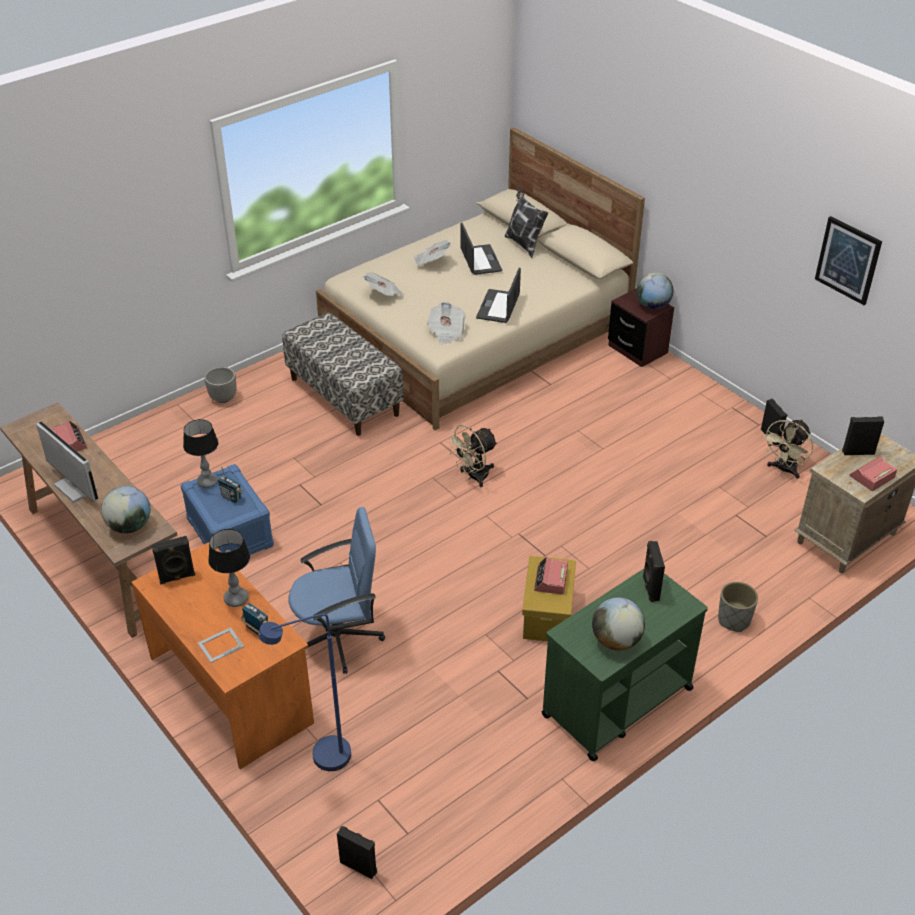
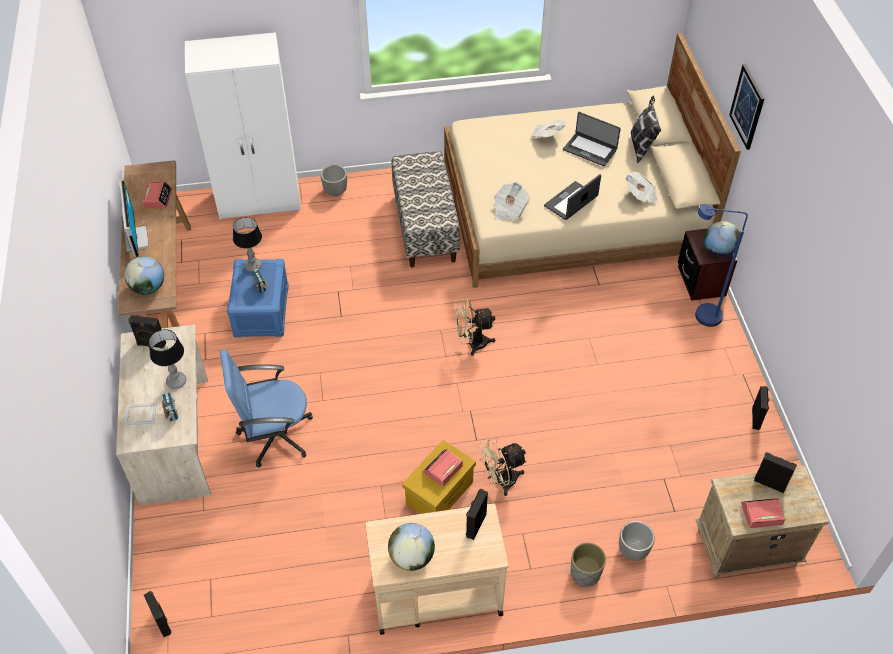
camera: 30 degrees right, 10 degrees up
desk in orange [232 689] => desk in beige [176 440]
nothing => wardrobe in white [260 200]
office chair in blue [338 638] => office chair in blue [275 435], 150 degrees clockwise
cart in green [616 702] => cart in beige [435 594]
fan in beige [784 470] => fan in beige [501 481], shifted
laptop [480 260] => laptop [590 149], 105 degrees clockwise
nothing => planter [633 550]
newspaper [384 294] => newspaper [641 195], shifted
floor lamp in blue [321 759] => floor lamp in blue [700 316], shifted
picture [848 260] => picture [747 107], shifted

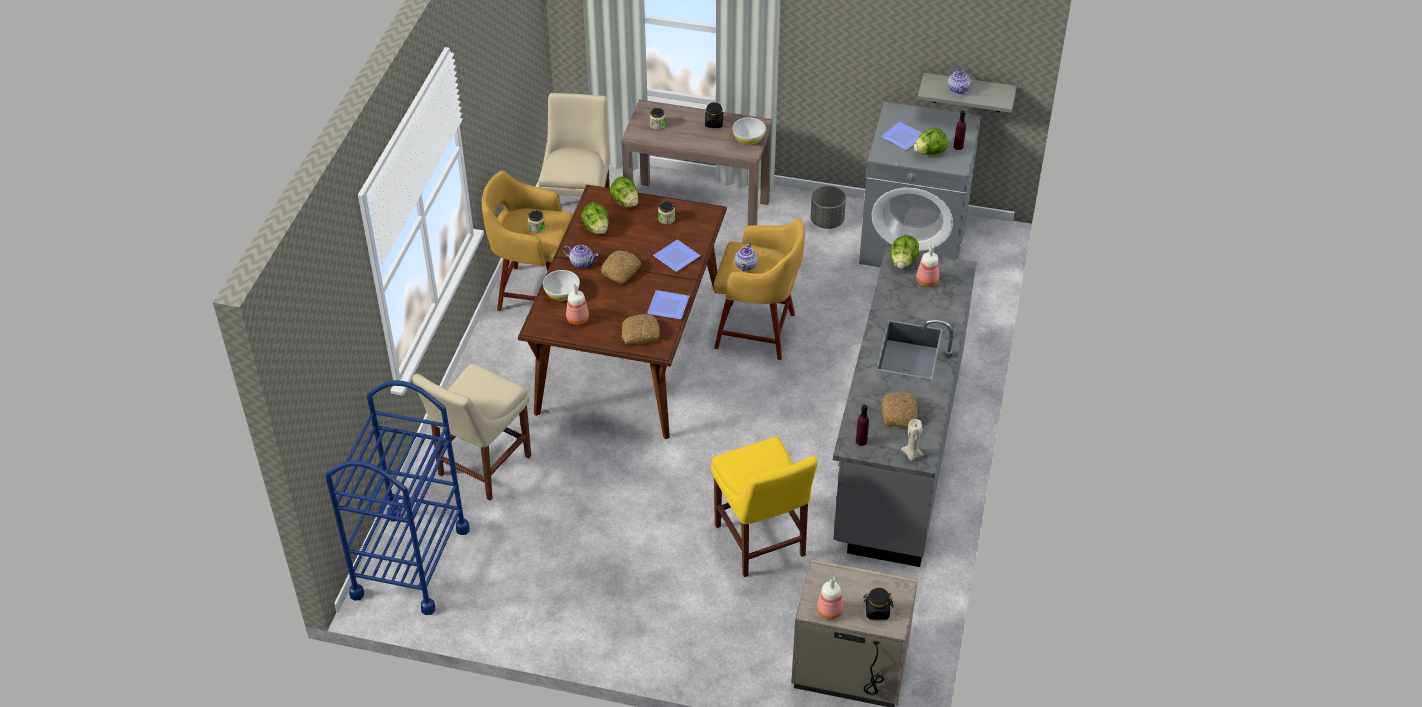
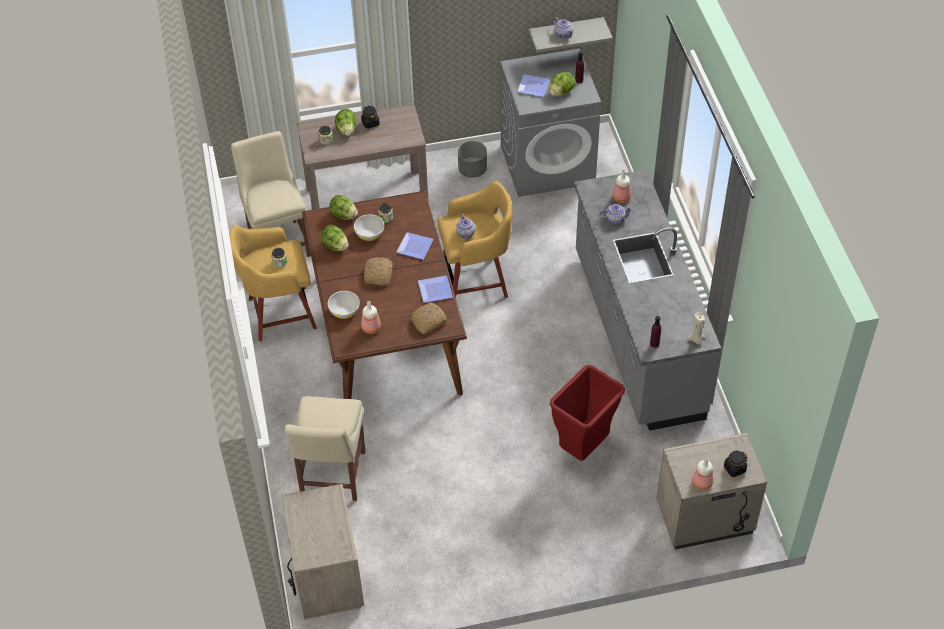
camera: 25 degrees left, 5 degrees up
cart in blue [410 562] => nightstand in beige [326 577]
lettuce [903 262] => lettuce [346 130], shifted
bowl in white [749 139] => bowl in white [370 234], shifted
chair in yellow [761 544] => trash can in red [583 449]
teapot [581 263] => teapot [615 219], shifted
bread [899 415] => nothing

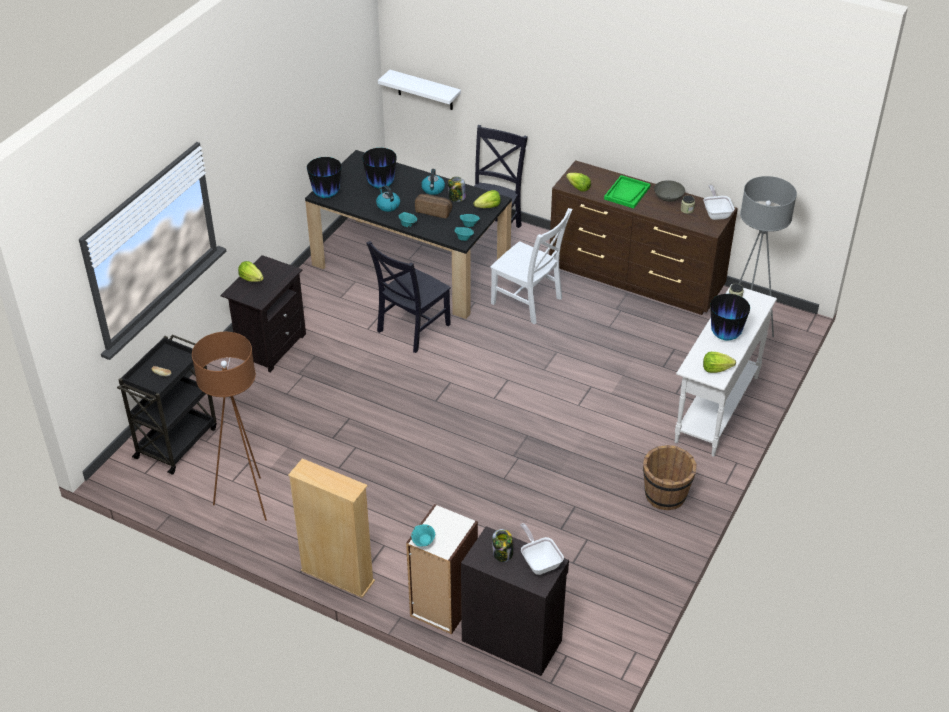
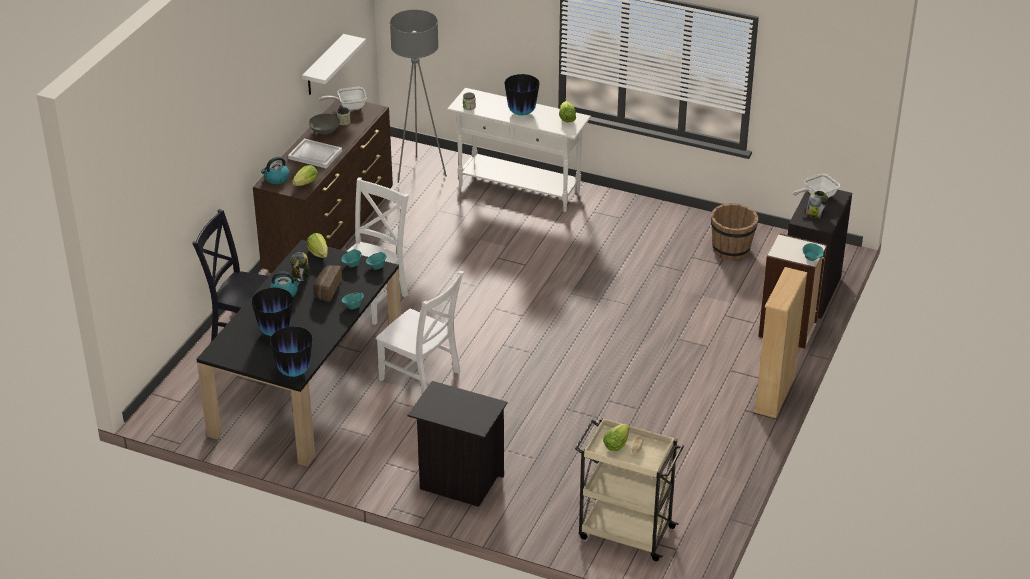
camera: 95 degrees left, 5 degrees down
kettle [387 205] => kettle [276 178], shifted
tray in green [627 193] => tray in white [315 155]
shelf in white [425 90] => shelf in white [323 66], shifted
chair in black [411 329] => chair in white [422 377]
cart in black [177 441] => cart in beige [624 532]
lettuce [251 278] => lettuce [616 444], shifted
bucket in brown [665 496] => bucket in brown [731 250], shifted
floor lamp in brown [246 501] => nothing

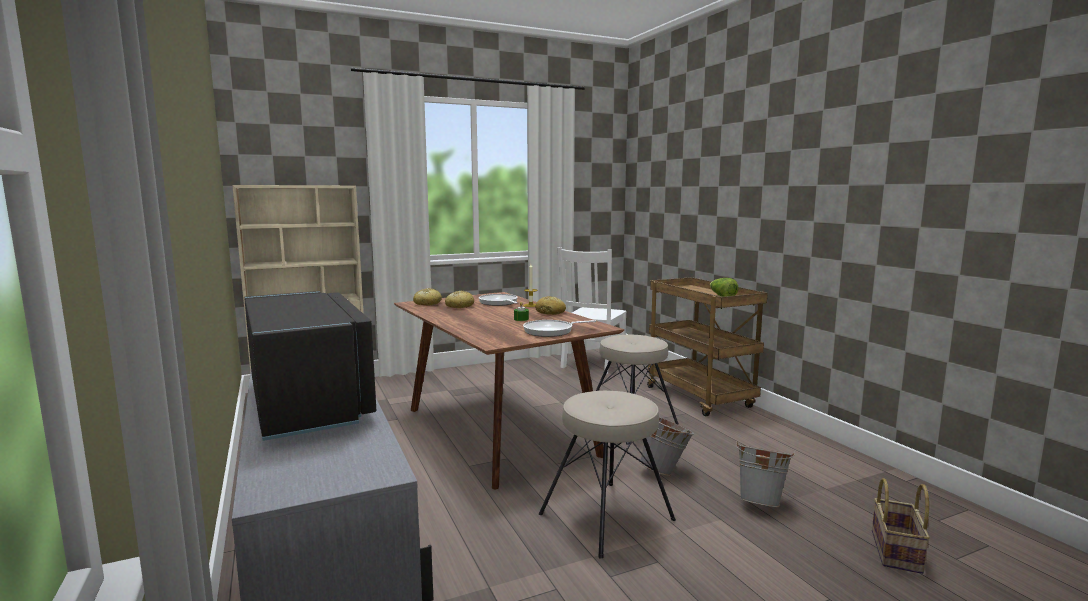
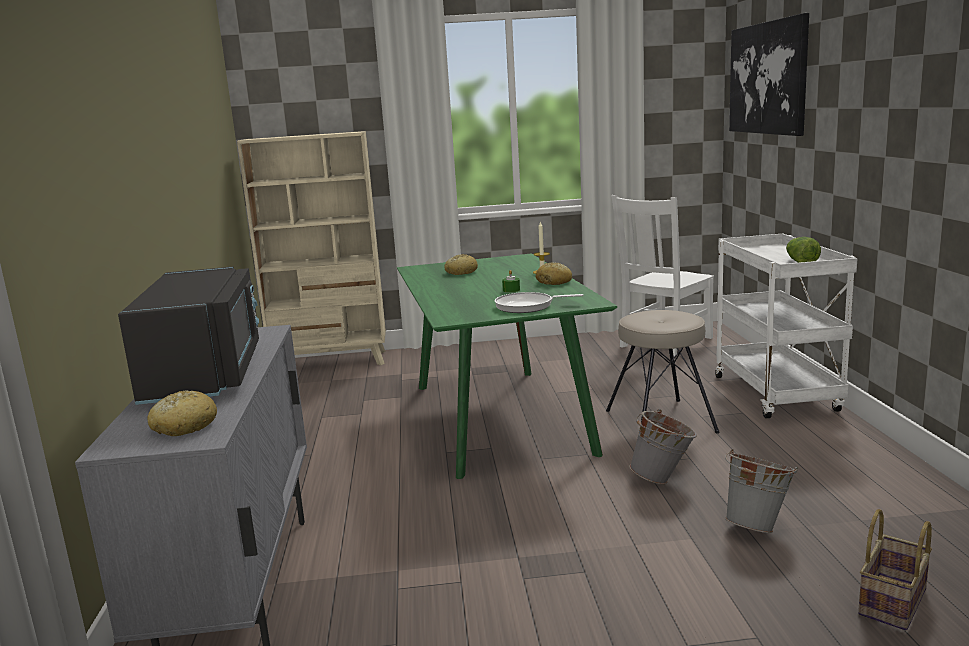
camera: 20 degrees right, 5 degrees up
bread [427 303] => bread [184 426], shifted
dining table in brown [500 431] => dining table in green [501 418]
cart in brown [701 398] => cart in white [778 395]
nothing => picture [767 78]
frying pan [499 303] => nothing
stool in beige [607 517] => nothing

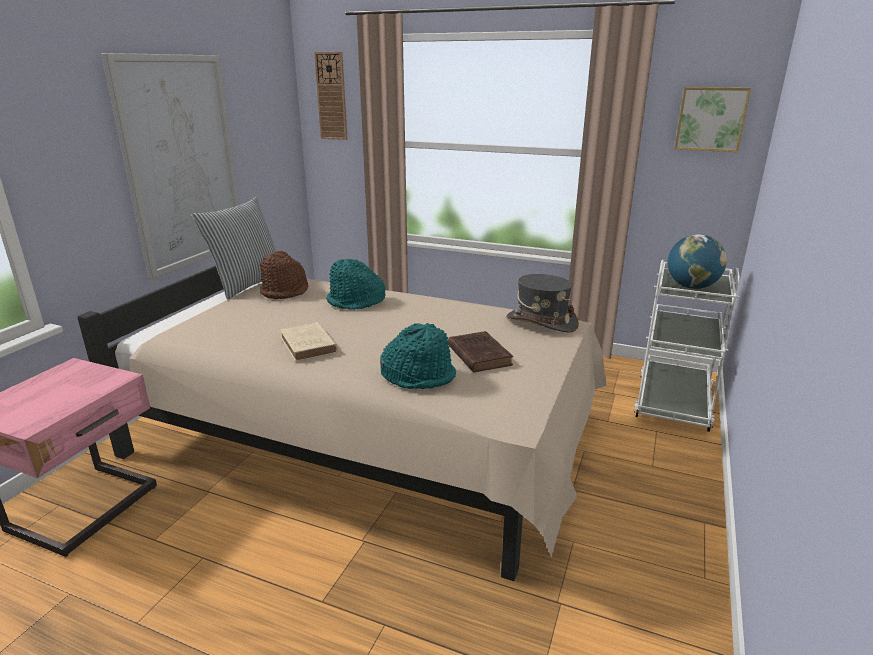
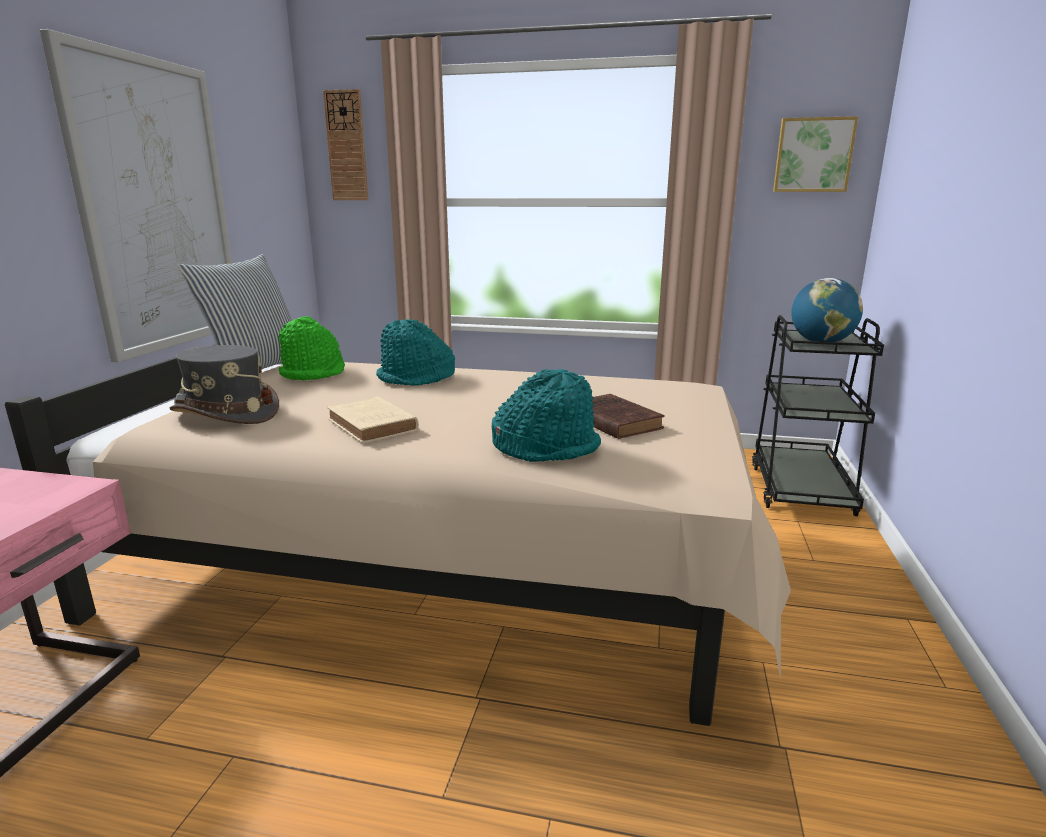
camera: 10 degrees left, 5 degrees down
hat in grey [541 322] => hat in grey [226 414], shifted
hat in brown [285 291] => hat in green [313 373]
cart in white [673 402] => cart in black [800 489]

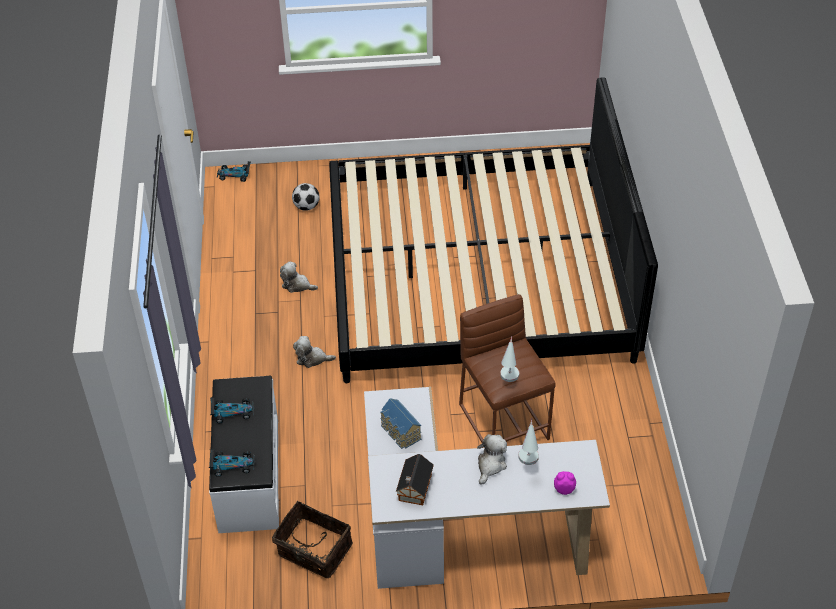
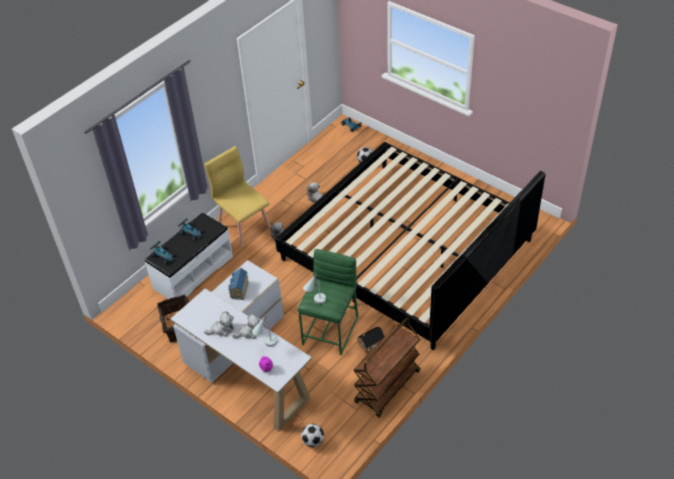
camera: 45 degrees right, 0 degrees up
nothing => chair in yellow [244 226]
nothing => plush toy [222 329]
stool in brown [504 420] => stool in green [331 330]
nothing => football [313 441]
nothing => cart in brown [387 387]
toy house [414 489] => toy house [370 343], shifted

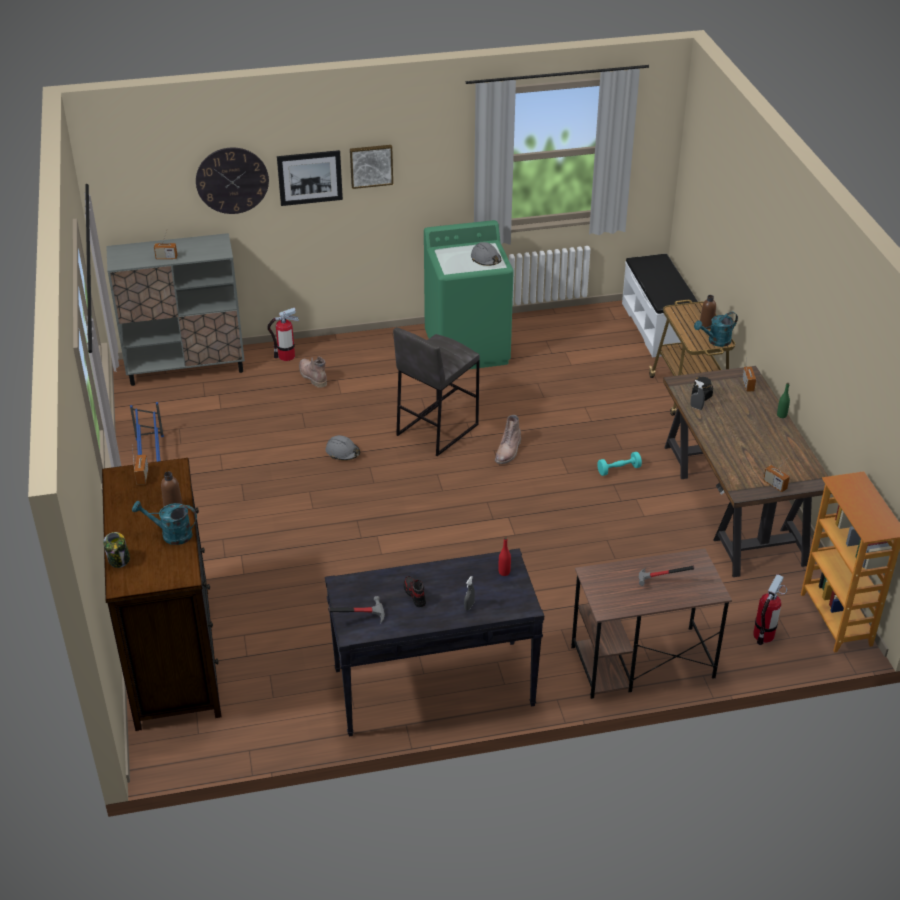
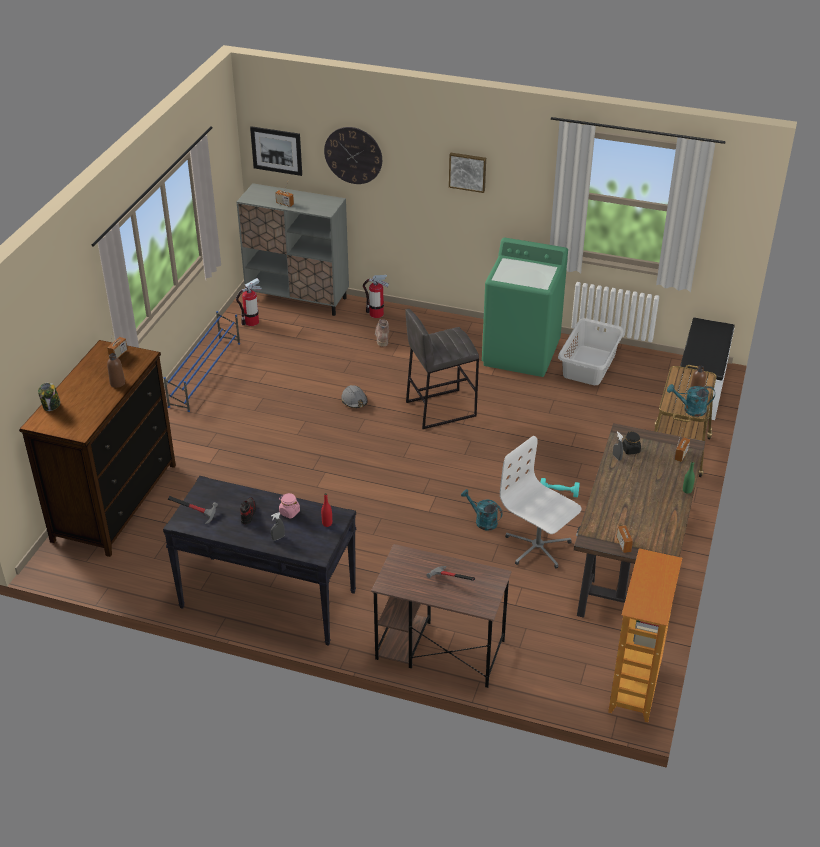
camera: 30 degrees right, 0 degrees up
fire extinguisher [763 635] => fire extinguisher [251 322], shifted
picture [310 177] => picture [276 150], shifted
nothing => jar in pink [289 512]
watering can in turquoise [171 535] => watering can in turquoise [482 521], shifted
nothing => office chair in white [537 547]
nothing => laundry basket in grey [589 365]
hard hat in grey [486 260] => nothing
boot in brown [508 451] => nothing

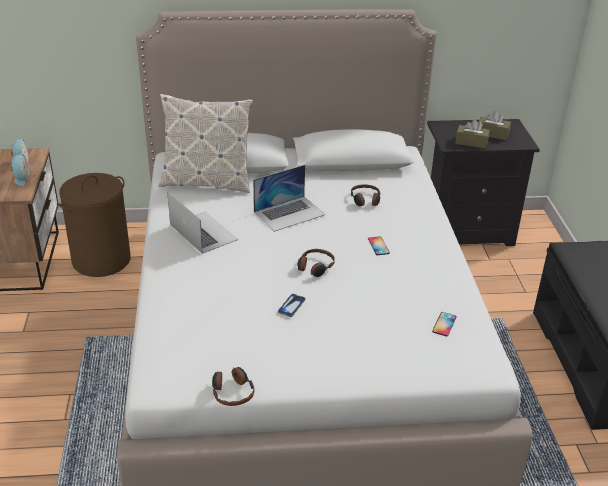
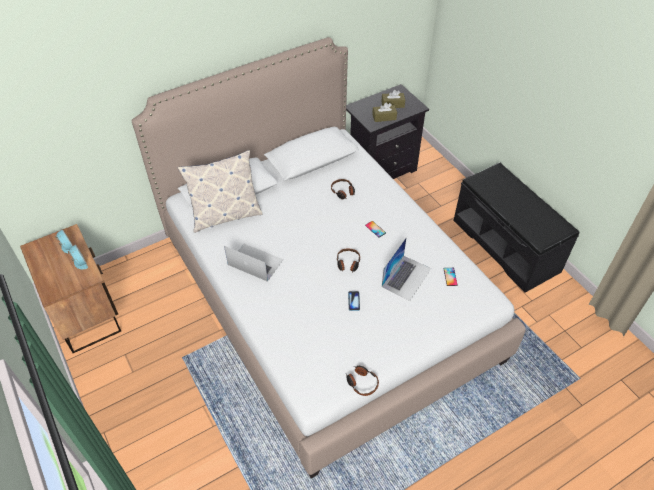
camera: 25 degrees left, 15 degrees up
laptop [289 213] => laptop [406 277], shifted
laundry basket in brown [102 260] => nothing

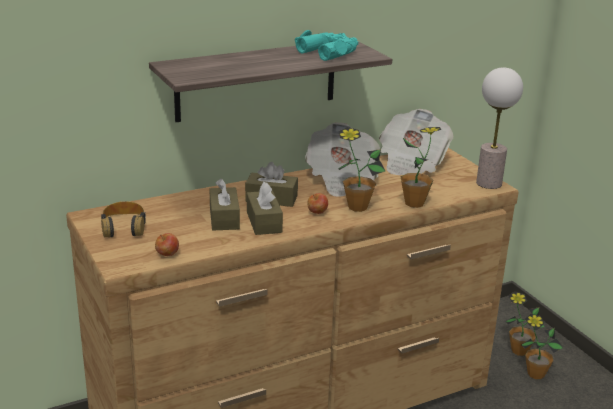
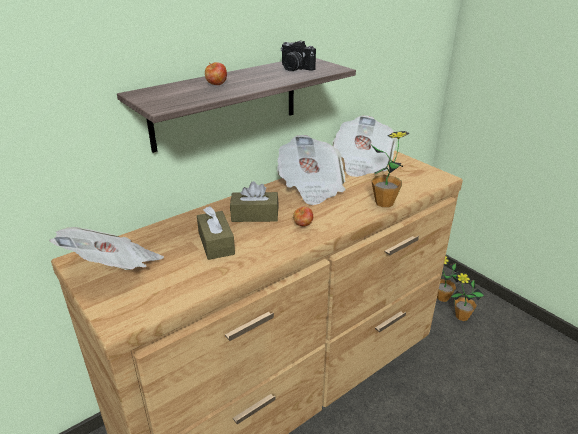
camera: 10 degrees left, 5 degrees up
headphones [124 226] => newspaper [115 268]
apple [167 255] => apple [217 85], shifted
binoculars in turquoise [329 52] => photo camera [294 68]
tissue box in brown [264 222] => nothing
potted plant [357 207] => nothing
table lamp [489 183] => nothing

